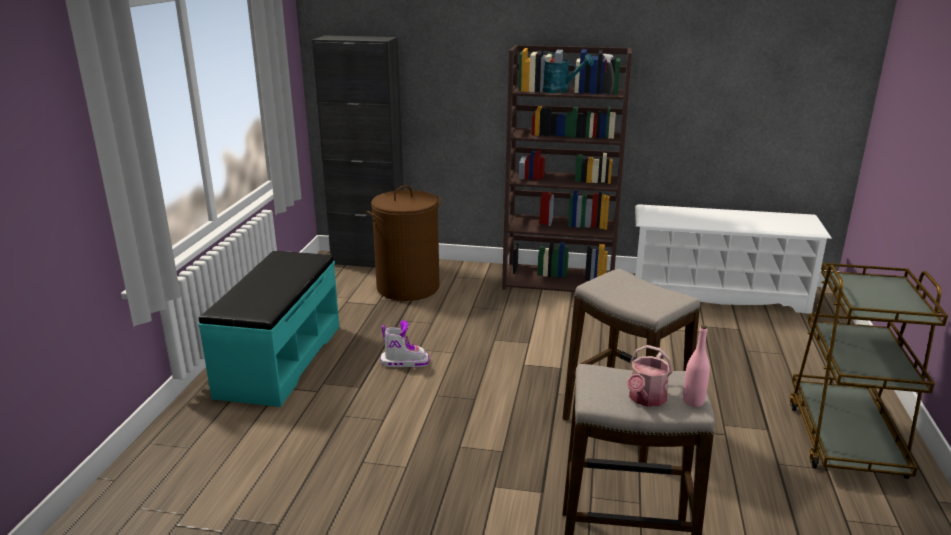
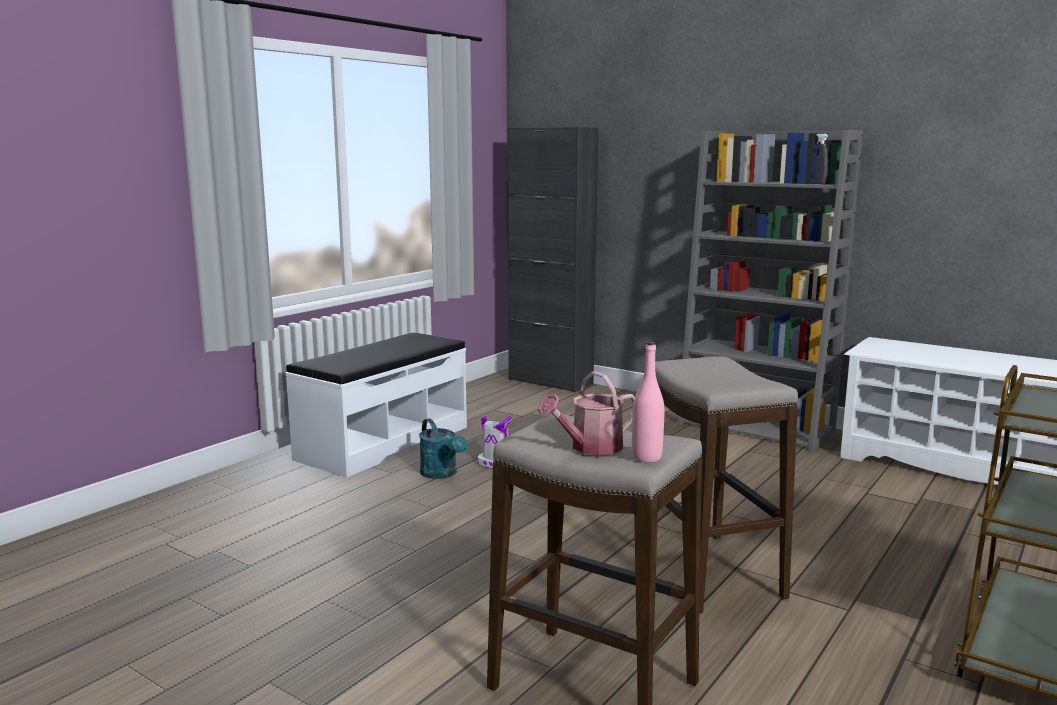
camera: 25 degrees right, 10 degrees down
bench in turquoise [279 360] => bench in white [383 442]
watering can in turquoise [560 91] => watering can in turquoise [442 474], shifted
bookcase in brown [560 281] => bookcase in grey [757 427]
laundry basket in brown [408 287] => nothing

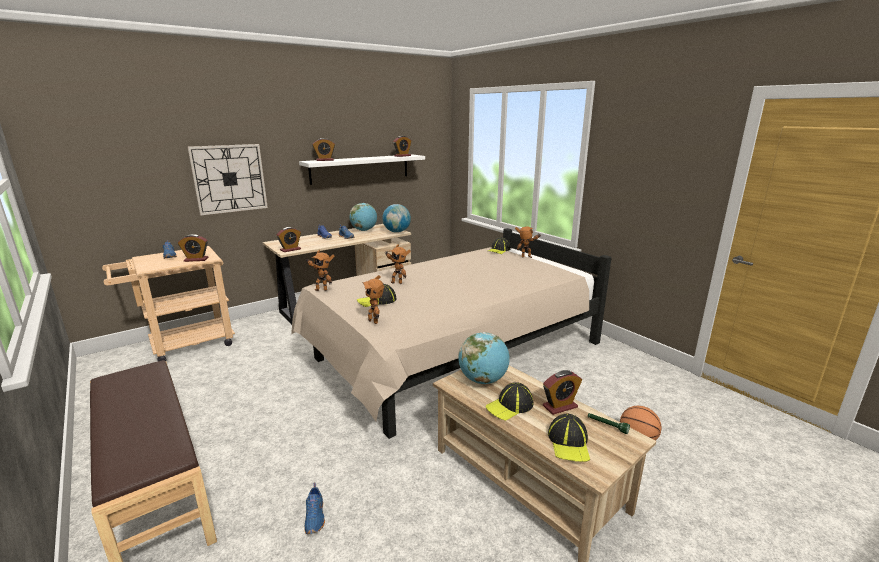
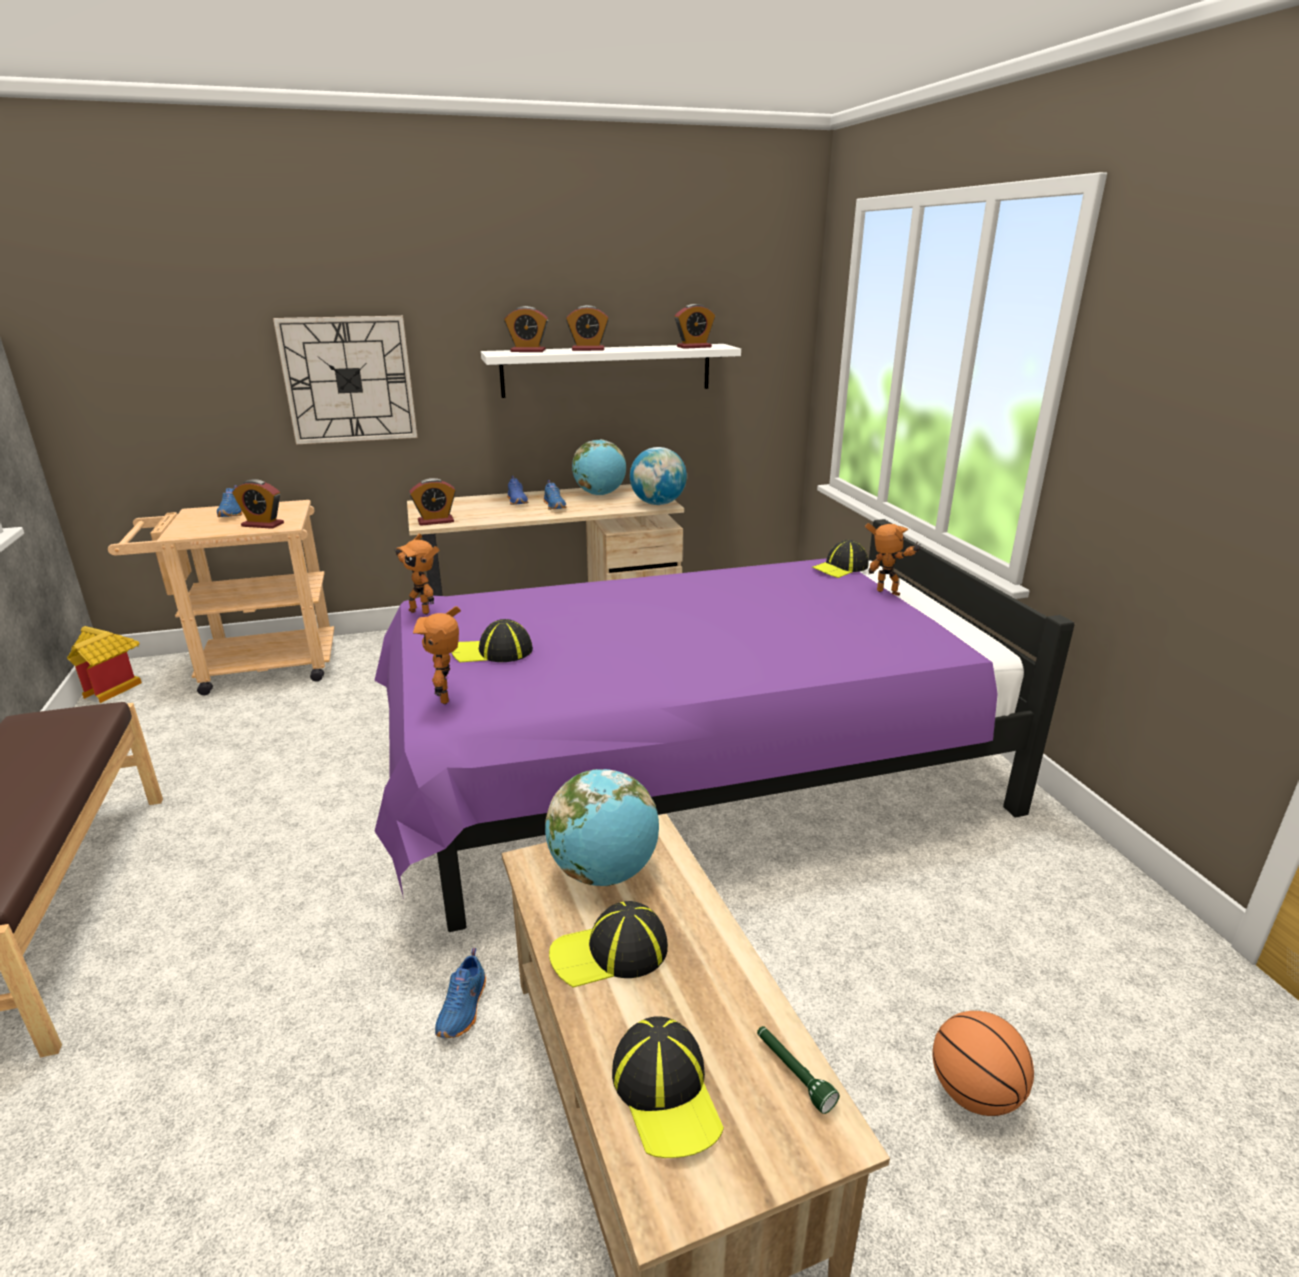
camera: 20 degrees right, 5 degrees up
nothing => toy house [114 688]
bed in beige [453 354] => bed in purple [684 774]
shoe in blue [315 517] => shoe in blue [464 1008], shifted
alarm clock [560 406] => alarm clock [588 349], shifted
cap [569 443] => cap [666 1092], 45 degrees counterclockwise
toy robot [397 282] => nothing

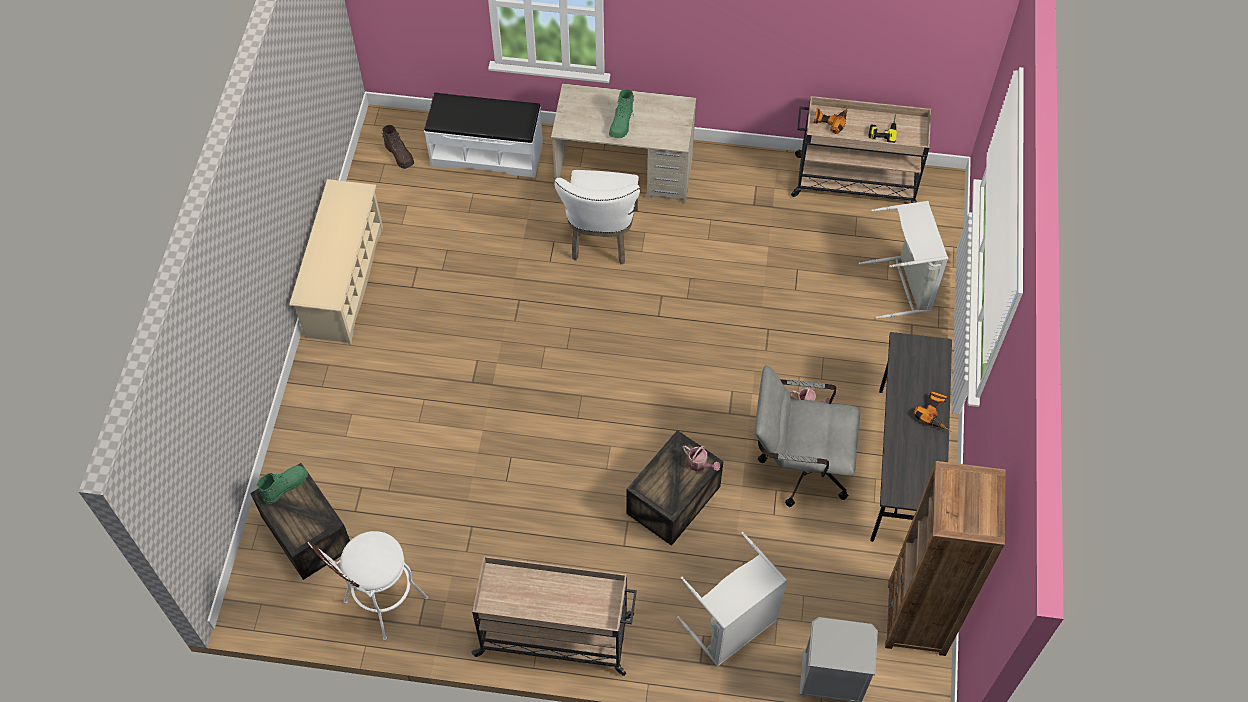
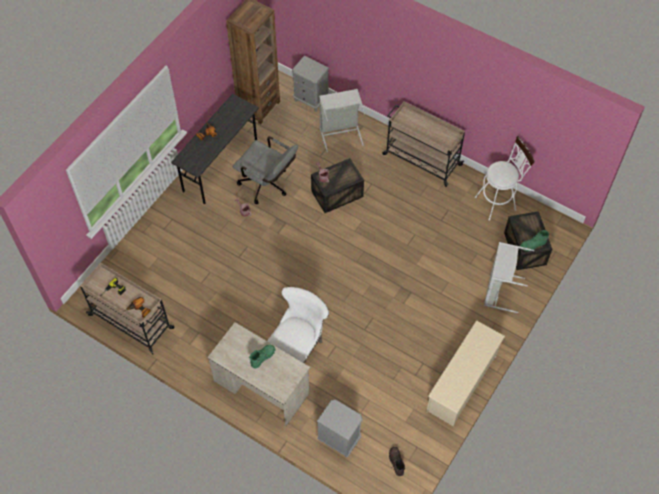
camera: 155 degrees left, 0 degrees up
bench in white [487 153] => nightstand in grey [339 439]
laundry basket in grey [903 286] => laundry basket in grey [498 290], shifted

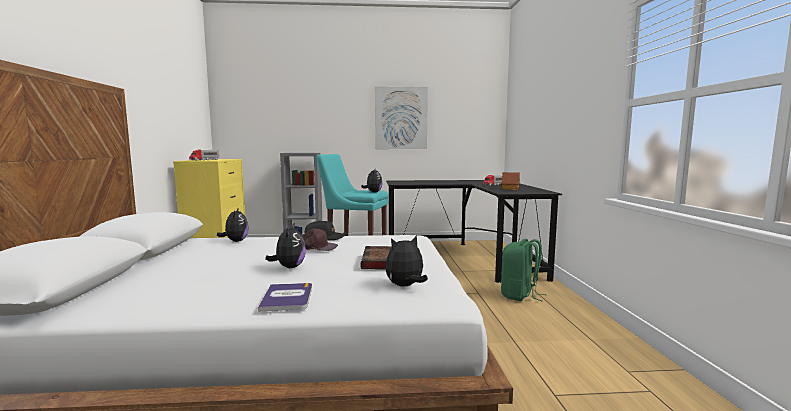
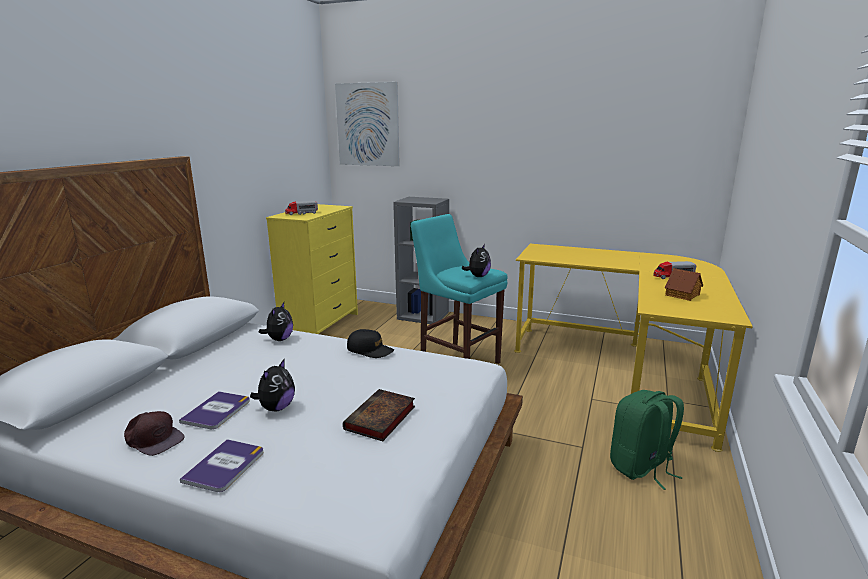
camera: 25 degrees right, 10 degrees up
cap in brown [316 247] => cap in brown [154 438], shifted
nothing => book [217 411]
picture [401 118] => picture [367 124], shifted
desk in black [468 256] => desk in yellow [625 371]
plush toy [405 286] => nothing

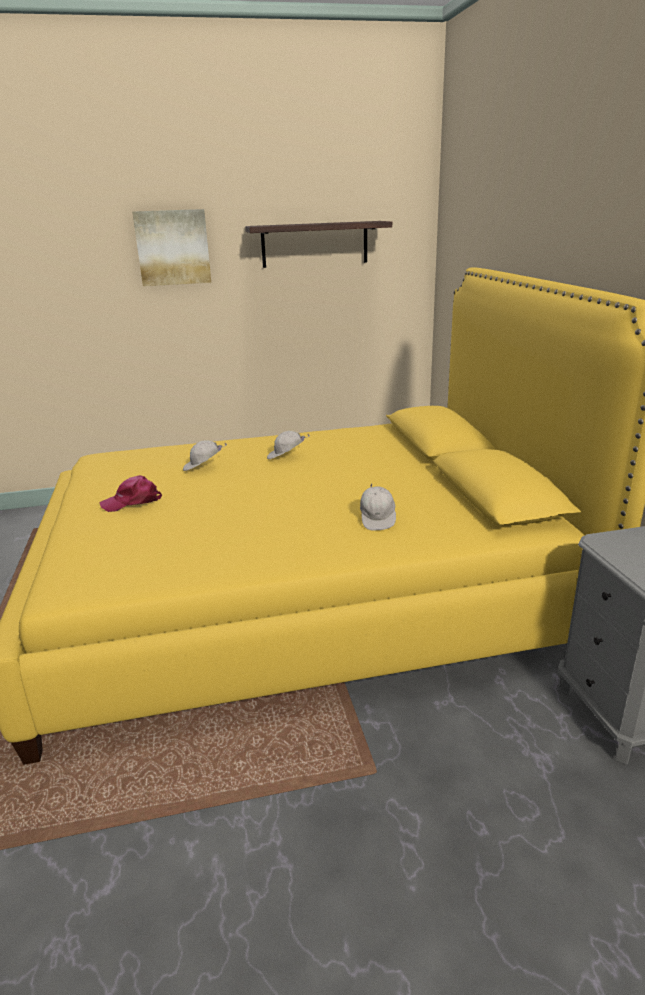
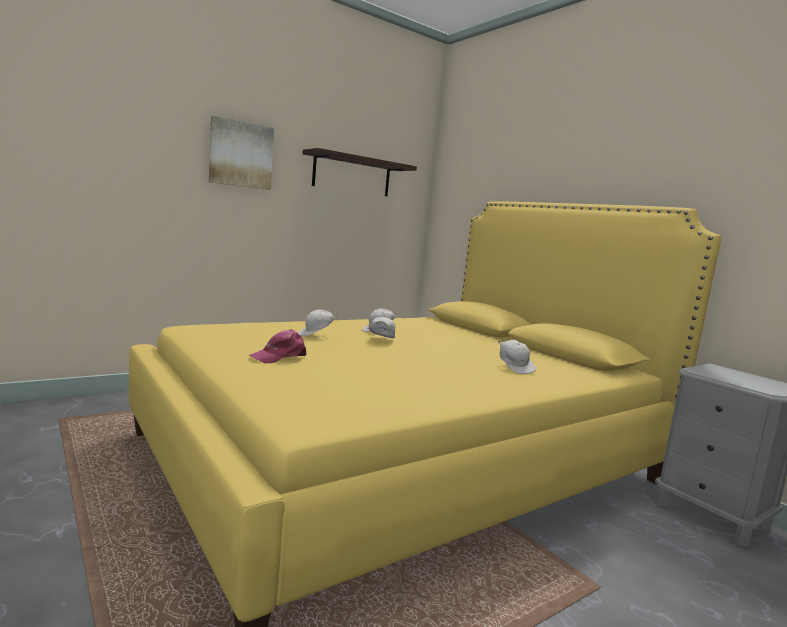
camera: 25 degrees left, 15 degrees down
nothing => cap in white [381 340]

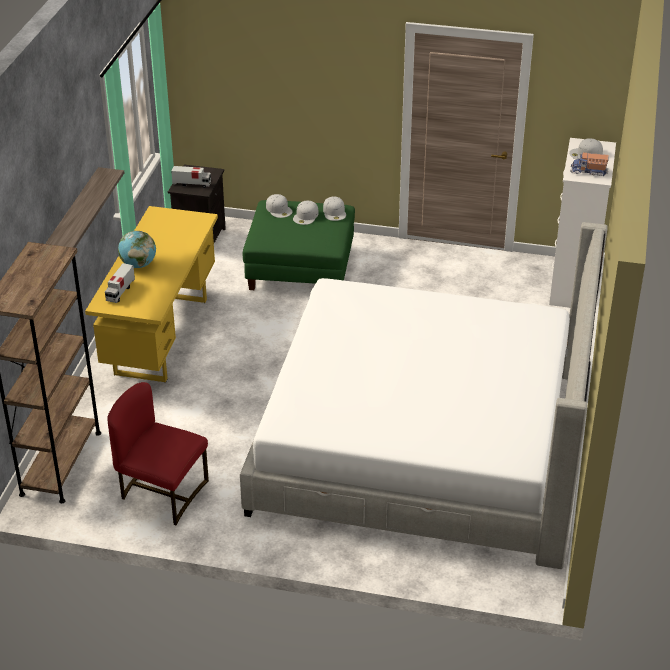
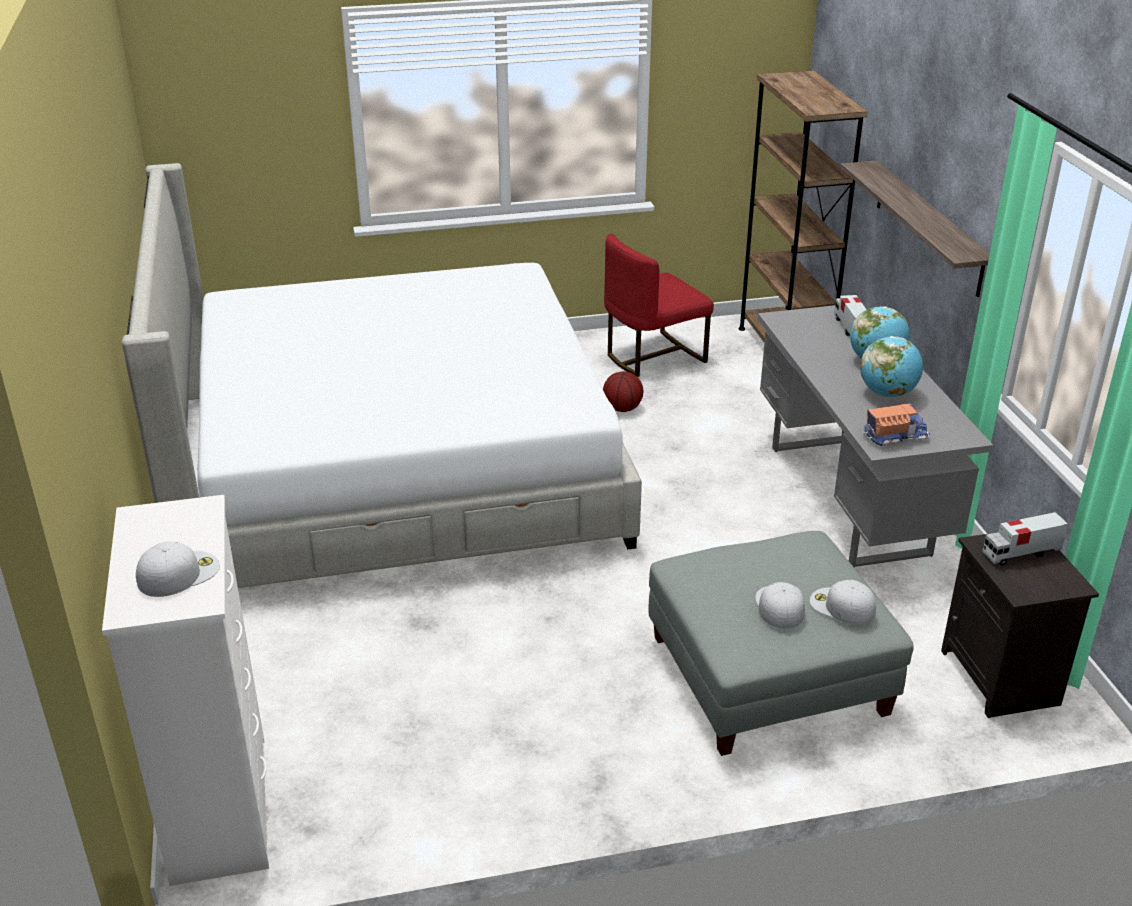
camera: 155 degrees right, 5 degrees down
nothing => basketball [622 408]
chair in red [162 493] => chair in red [653 356], 150 degrees clockwise
ottoman in green [301 267] => ottoman in grey [767 676]
desk in yellow [161 335] => desk in grey [849 499]
nothing => globe [887 393]
toy truck [588 171] => toy truck [894 436], shifted
cap in white [334 212] => nothing

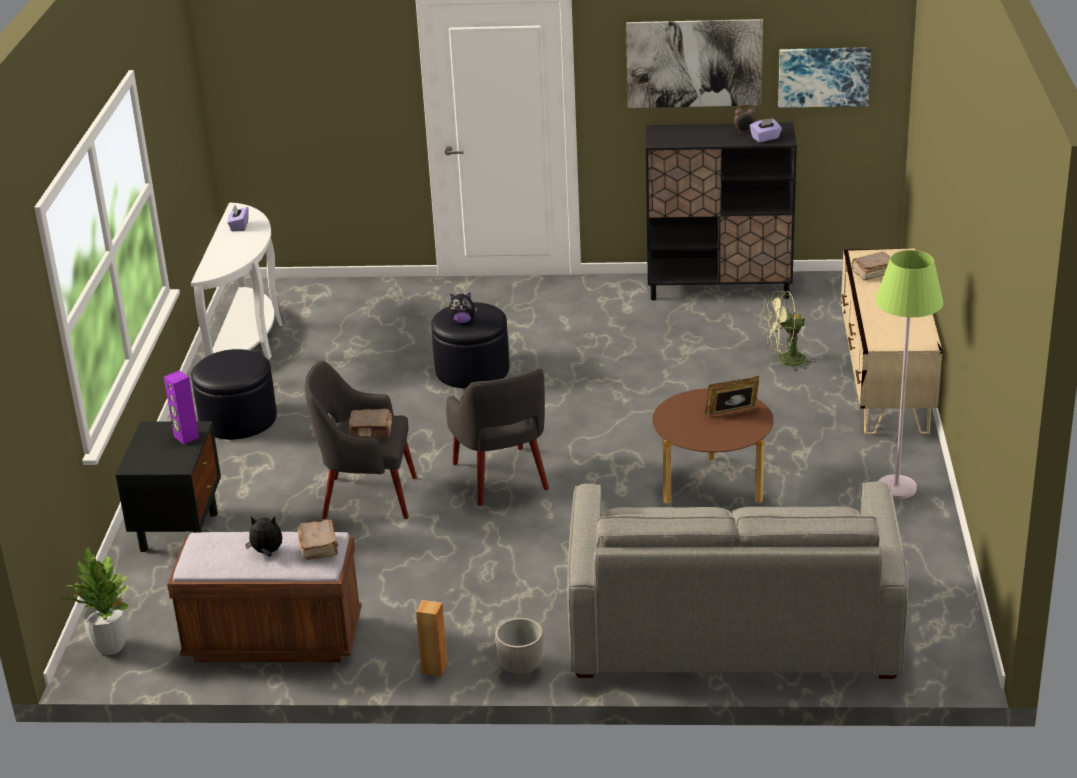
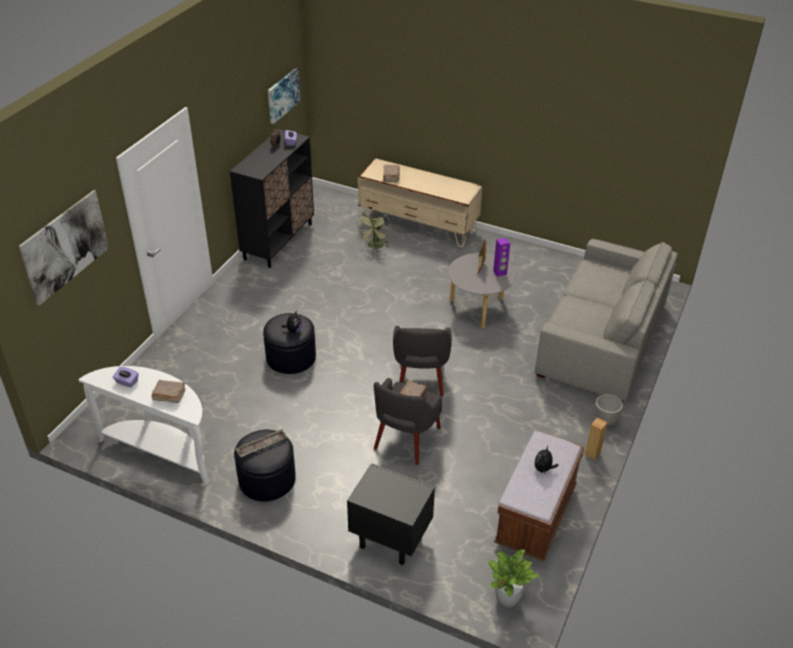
camera: 70 degrees left, 10 degrees up
picture [694 63] => picture [65 246], shifted
book in brown [319 547] => book in brown [169 395], shifted
nothing => tray [262 445]
armchair in grey [501 477] => armchair in grey [420 378], 90 degrees clockwise
coffee table in brown [712 486] => coffee table in grey [478 308]
speaker in purple [186 437] => speaker in purple [500 272], shifted
floor lamp in green [897 488] => nothing

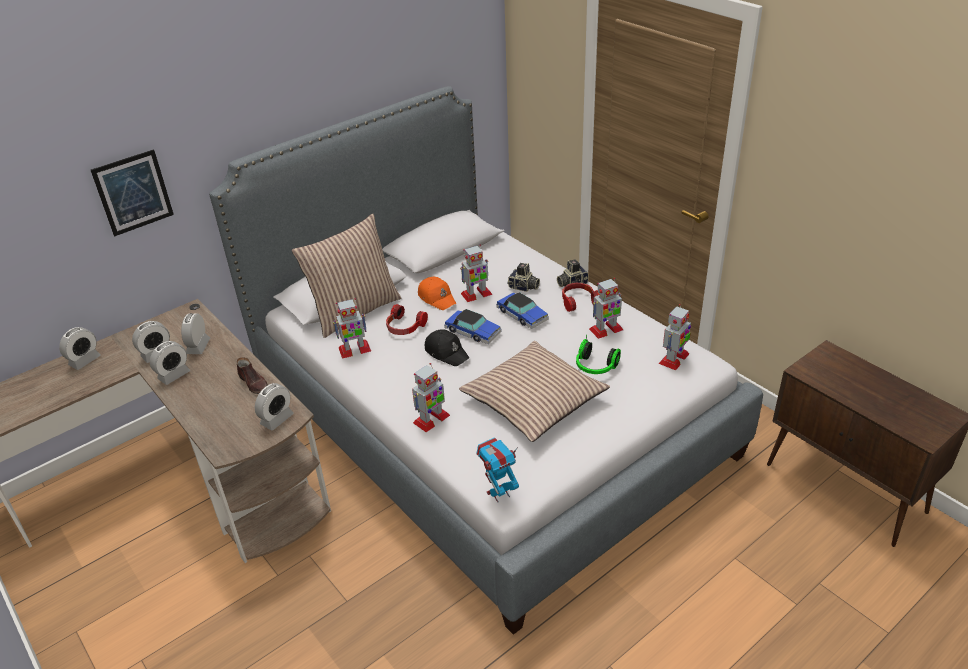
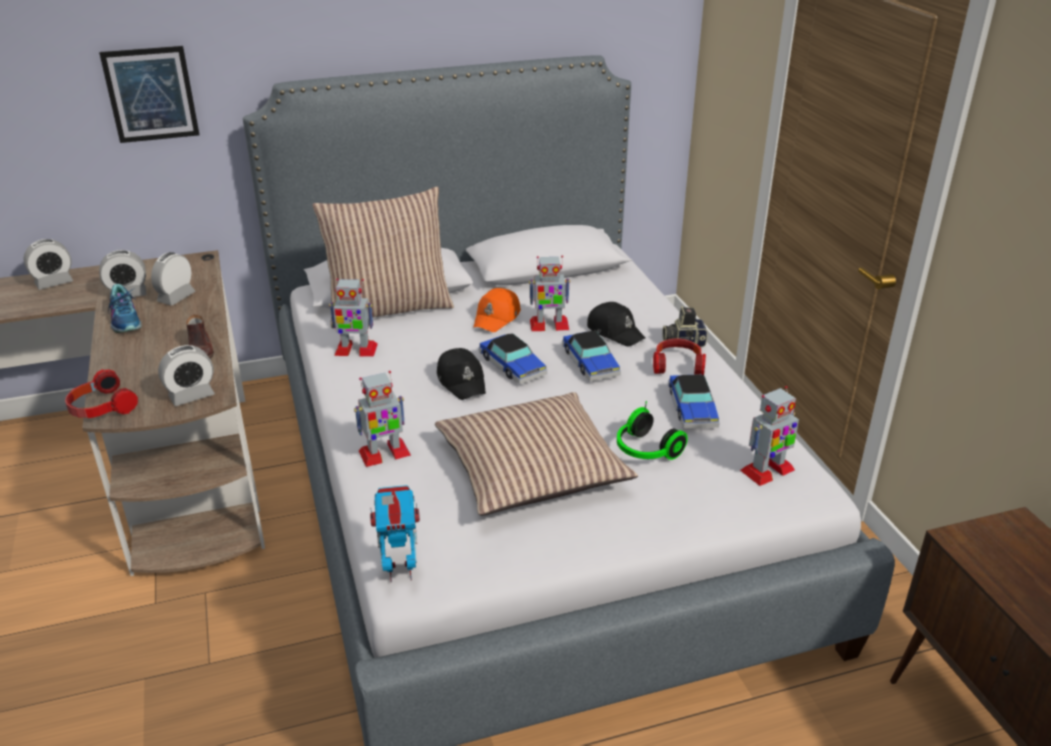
camera: 20 degrees right, 5 degrees down
headphones [404 327] => headphones [101 408], shifted
alarm clock [174 375] => shoe [126 320]
cap in orange [437 298] => cap in orange [497 317], 45 degrees clockwise
photo camera [523 287] => cap in black [615 331]
toy robot [605 330] => toy car [692 408]

